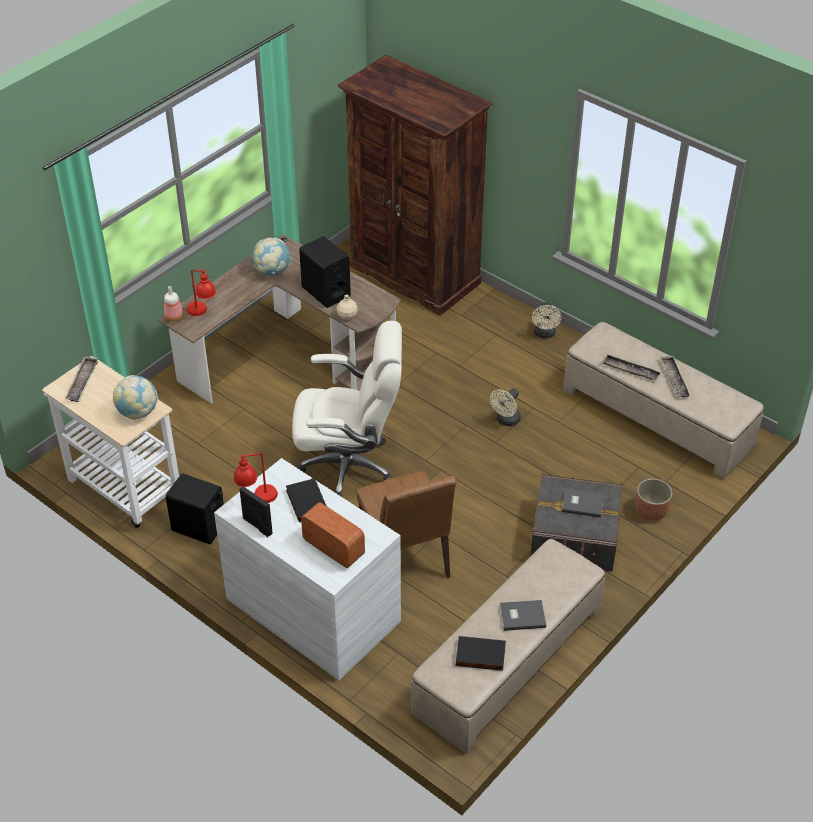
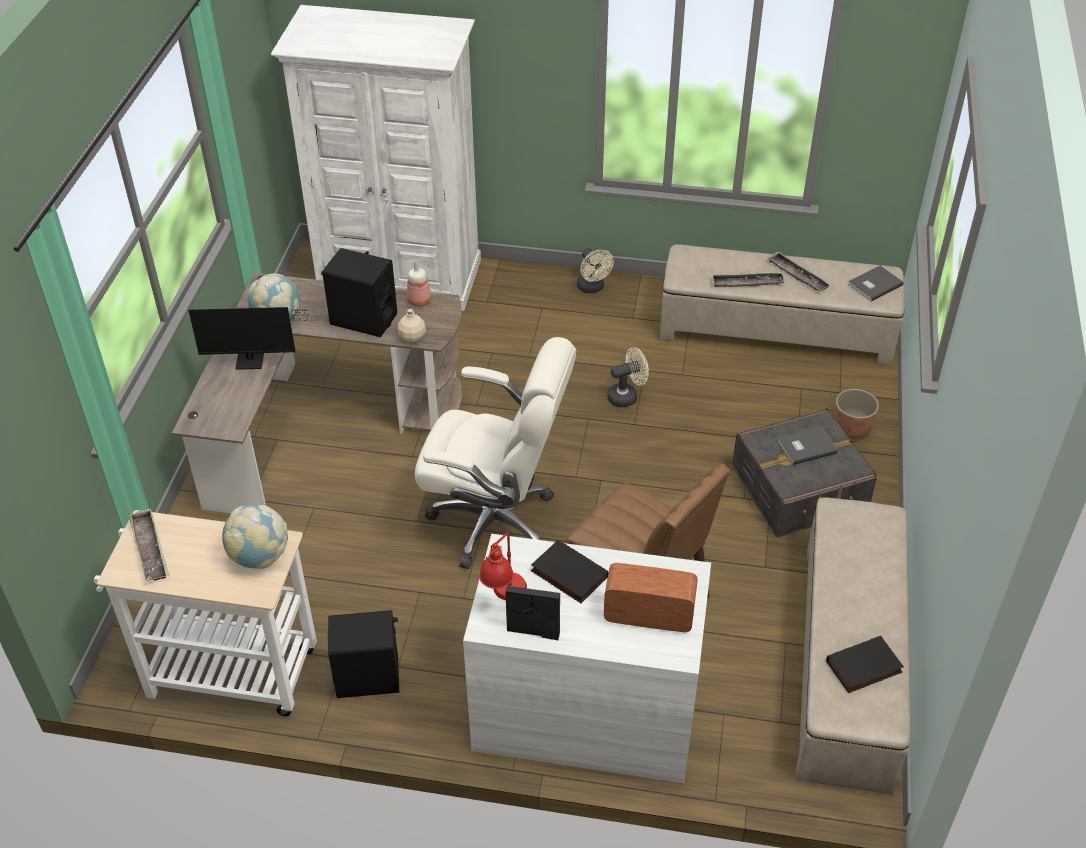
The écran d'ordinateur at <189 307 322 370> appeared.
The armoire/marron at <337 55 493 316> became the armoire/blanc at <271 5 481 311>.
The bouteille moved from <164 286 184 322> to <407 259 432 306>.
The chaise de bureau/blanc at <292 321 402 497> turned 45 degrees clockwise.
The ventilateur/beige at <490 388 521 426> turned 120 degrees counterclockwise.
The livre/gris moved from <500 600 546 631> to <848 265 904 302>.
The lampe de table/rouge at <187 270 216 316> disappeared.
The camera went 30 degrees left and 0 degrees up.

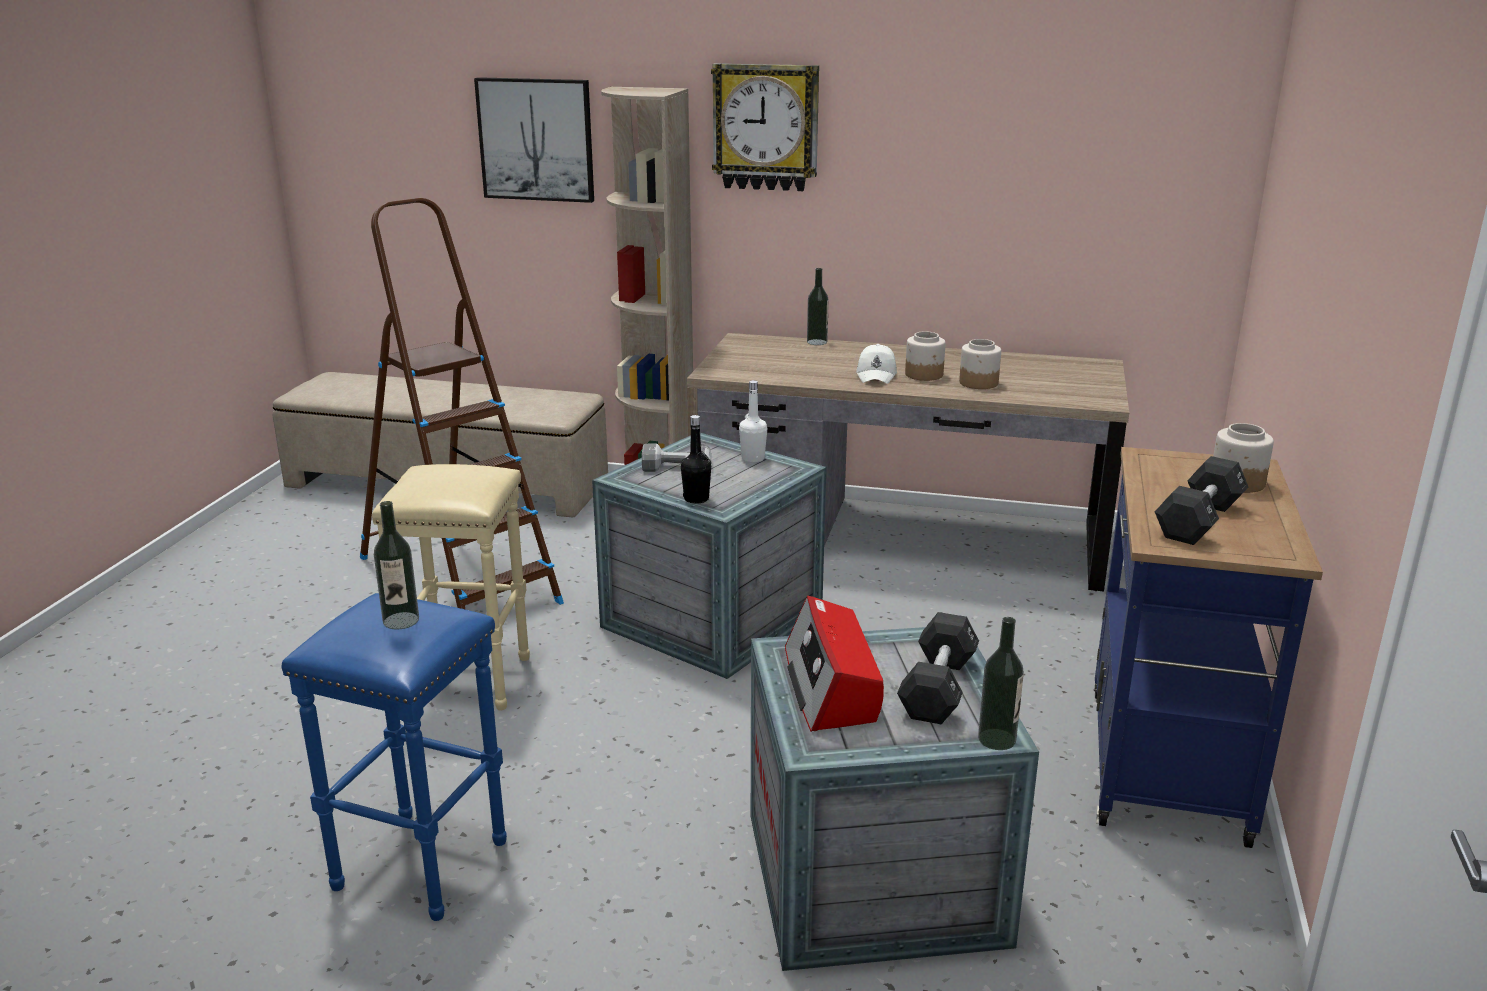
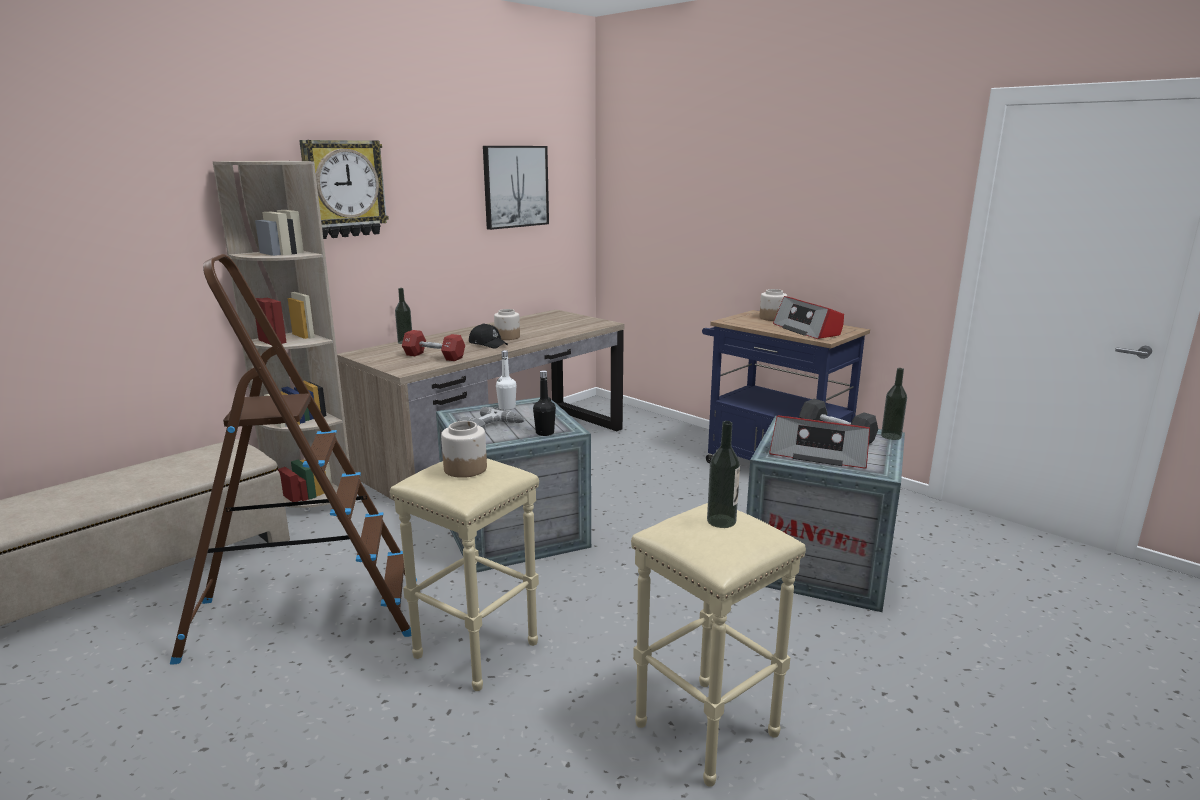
The haltère/rouge at <402 330 465 361> appeared.
The bocal moved from <959 339 1001 389> to <441 421 487 478>.
The casquette/blanc at <856 344 897 384> became the casquette/noir at <469 324 508 349>.
The tableau moved from <474 77 594 203> to <483 146 549 230>.
The tabouret/bleu at <281 593 507 921> became the tabouret/beige at <631 503 806 787>.
The haltère/noir at <1155 456 1248 545> was replaced by the radio at <773 296 844 339>.
The camera went 60 degrees left and 5 degrees down.

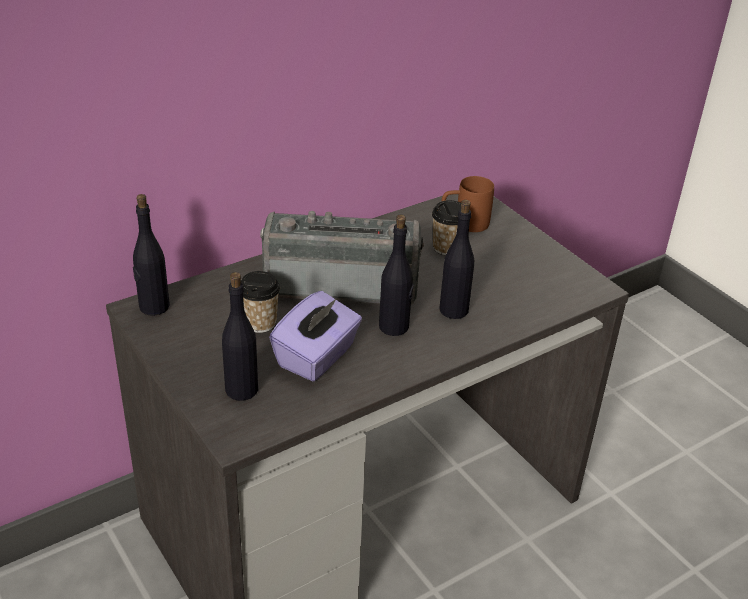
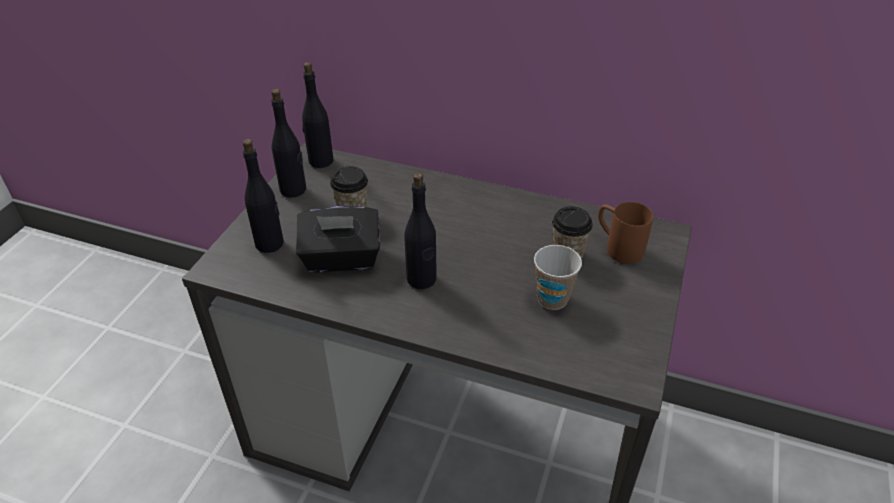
The bouteille/noir moved from <439 200 474 319> to <271 89 306 198>.
The boîte à mouchoirs/violet at <269 291 362 381> became the boîte à mouchoirs/noir at <296 206 380 272>.
The tasse at <534 245 582 310> appeared.
The radio at <260 211 424 304> disappeared.
The camera went 55 degrees right and 5 degrees up.

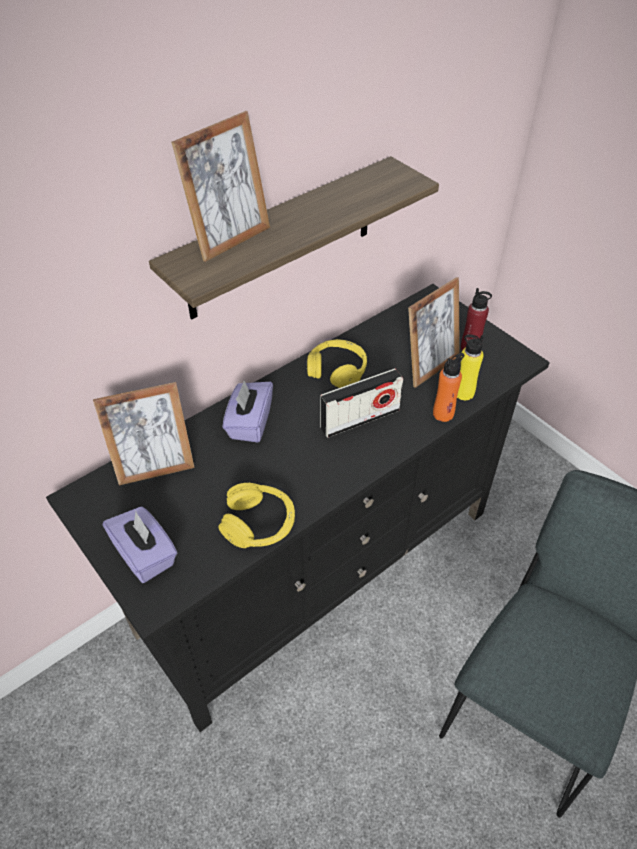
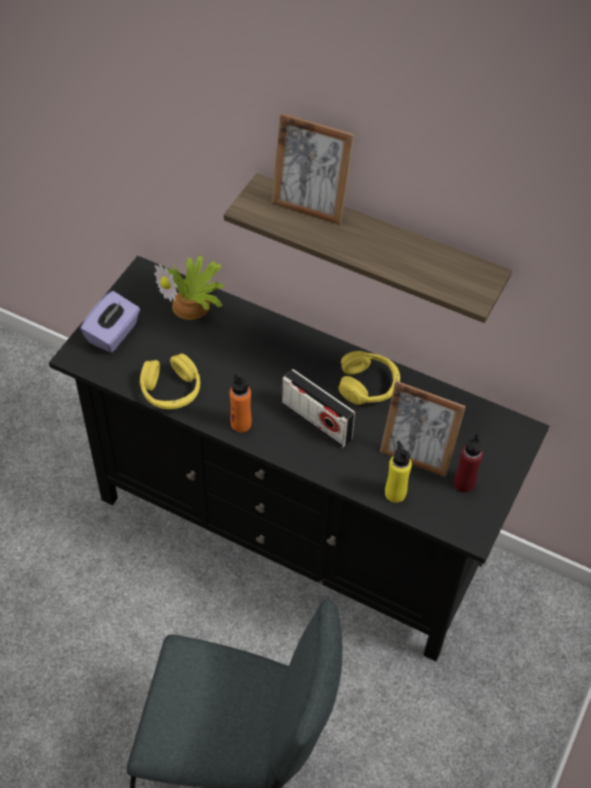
The cadre photo at <93 382 195 485> was replaced by the plante en pot at <154 254 224 320>.
The bouteille/orange moved from <433 353 465 422> to <229 374 252 433>.
The boîte à mouchoirs/violet at <223 380 273 443> disappeared.
The camera went 65 degrees right and 5 degrees up.

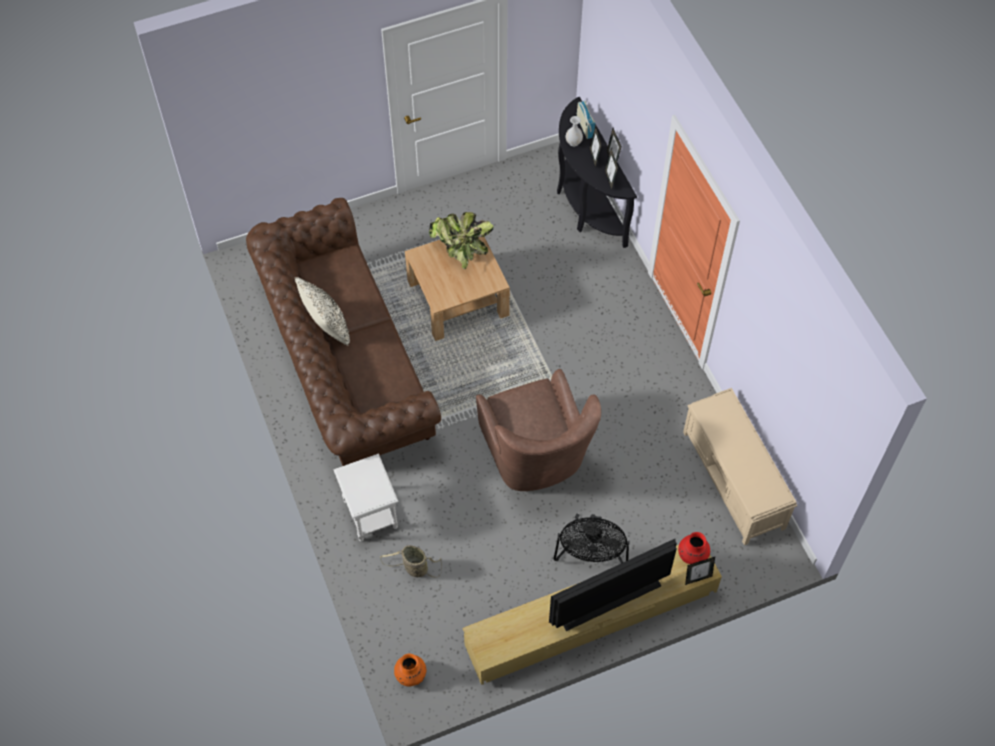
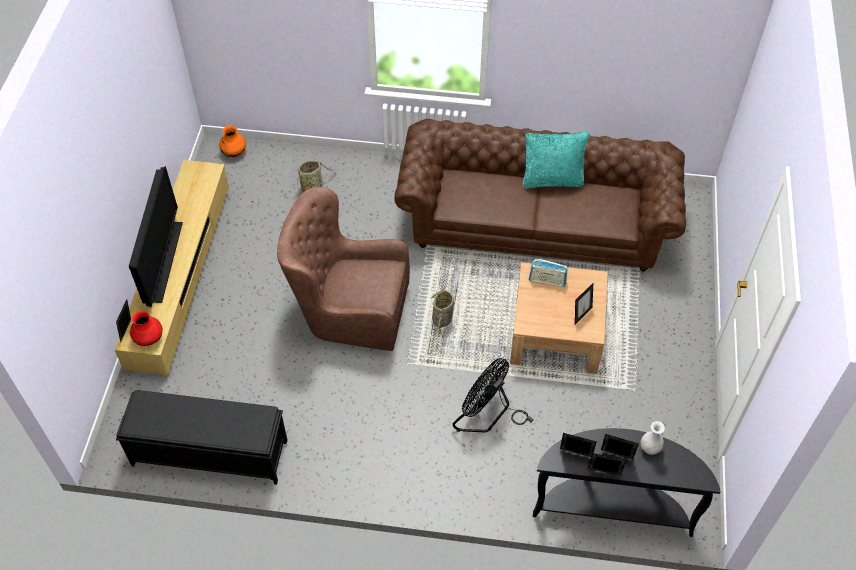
The banc/beige at <683 388 797 545> became the banc/noir at <116 390 287 485>.
The panier at <431 287 454 347> appeared.
The ventilateur/noir moved from <553 513 629 563> to <452 358 534 432>.
The coussin/beige at <295 277 350 346> became the coussin/turquoise at <523 131 589 188>.
The radio moved from <577 101 595 139> to <529 259 568 287>.
The plante en pot at <429 212 494 270> was replaced by the cadre photo at <575 283 593 324>.
The table d'appoint/blanc at <333 453 399 542> disappeared.
The camera went 120 degrees right and 5 degrees down.

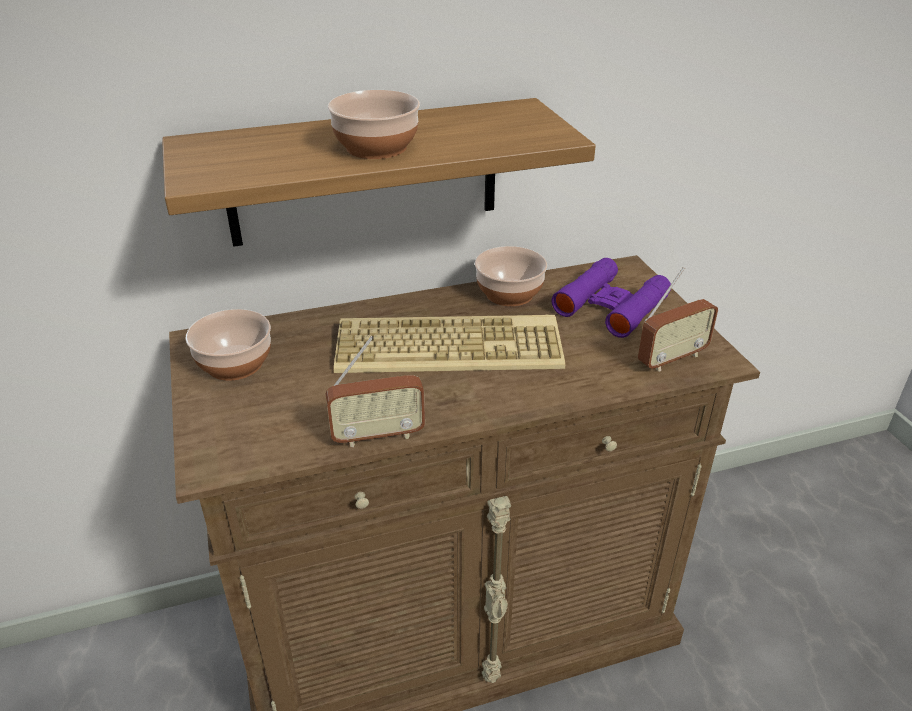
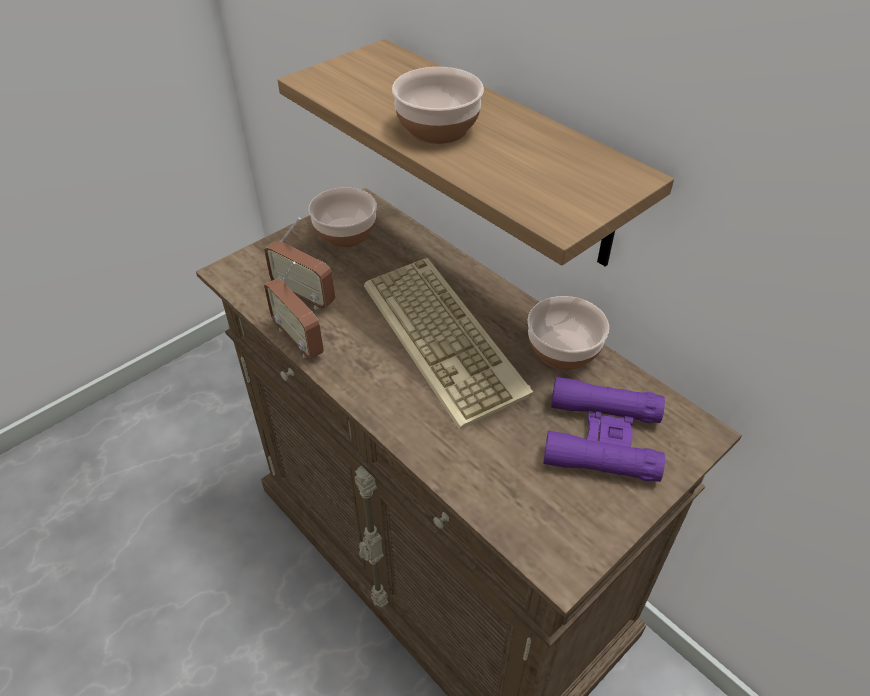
The radio moved from <638 267 718 371> to <264 217 335 310>.
The camera went 65 degrees right and 10 degrees up.

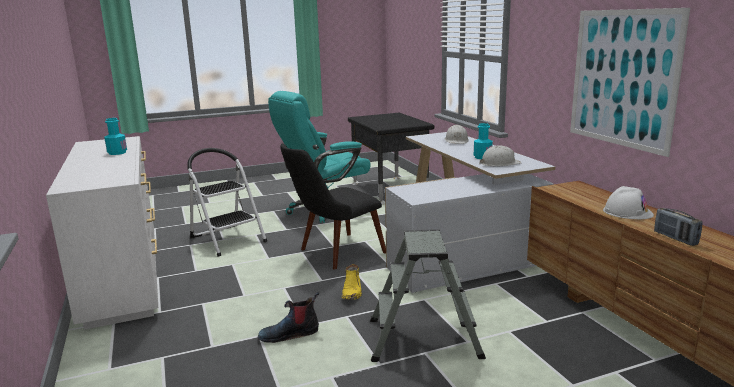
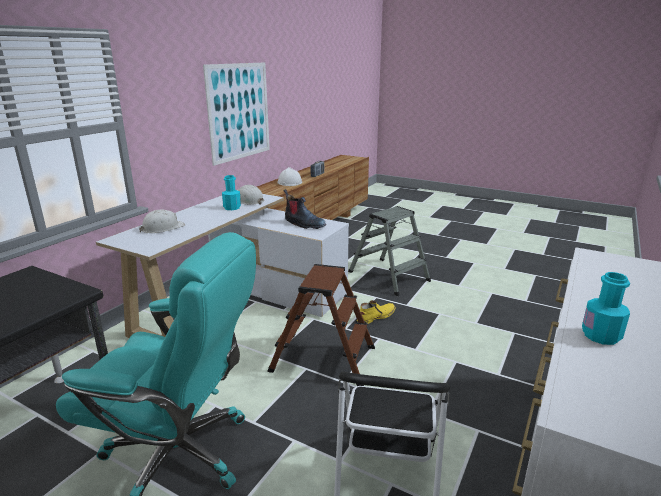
The chaise/noir at <280 143 386 270> was replaced by the escabeau/marron at <267 264 375 386>.
The botte moved from <258 292 319 343> to <283 189 326 229>.
The camera went 130 degrees left and 5 degrees up.

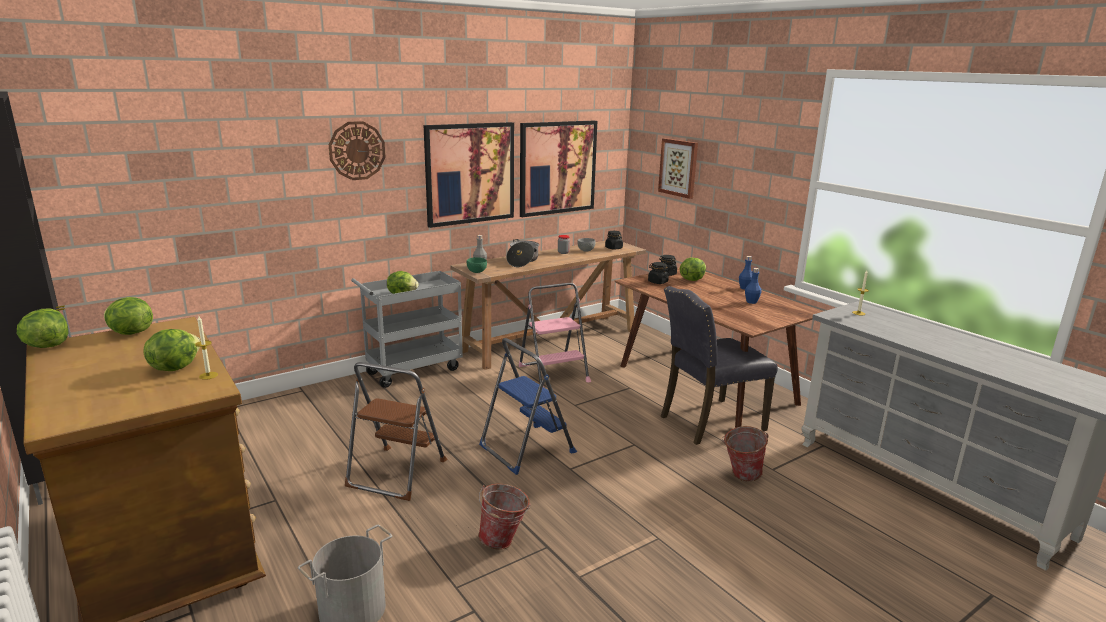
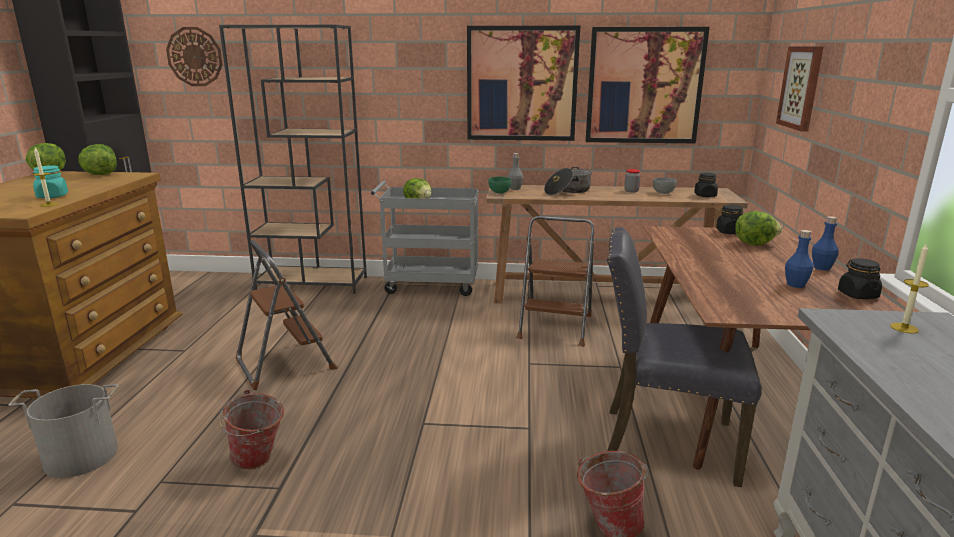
The laitue at <143 329 201 371> was replaced by the bocal/turquoise at <33 166 68 198>.
The horloge murale moved from <329 121 385 180> to <166 27 223 86>.
The bibliothèque at <219 25 367 294> appeared.
The escabeau/rose at <519 283 591 387> became the escabeau/marron at <516 216 594 347>.
The bocal/noir moved from <648 262 669 284> to <838 258 882 299>.
The escabeau/bleu at <479 338 577 475> disappeared.
The camera went 40 degrees right and 0 degrees up.

